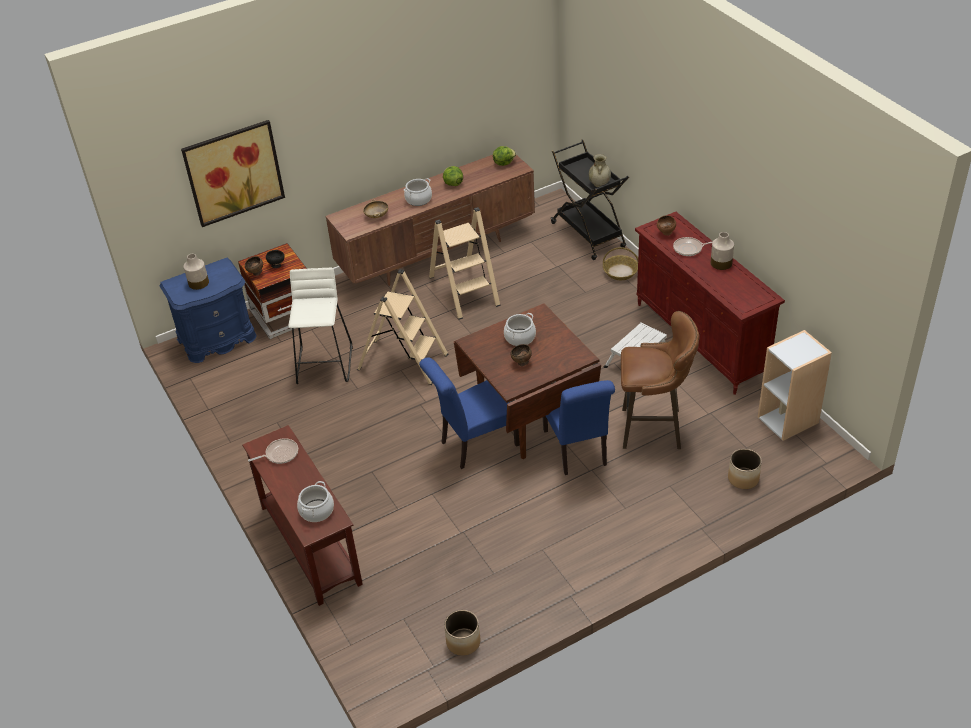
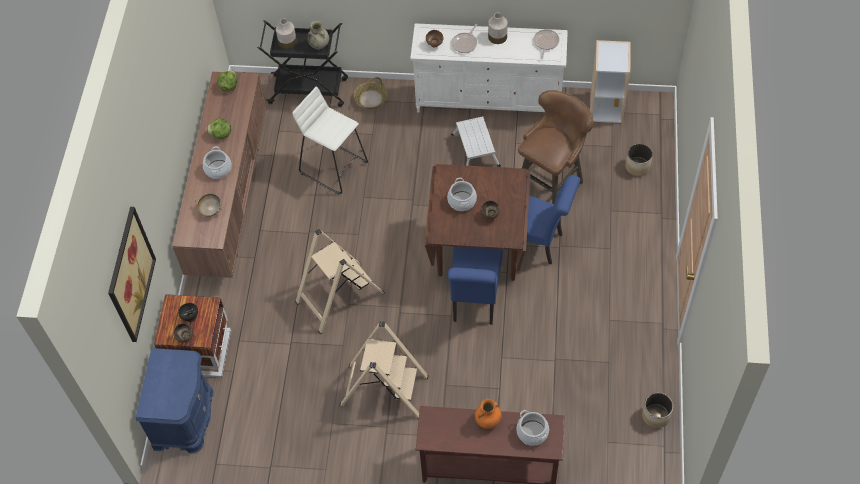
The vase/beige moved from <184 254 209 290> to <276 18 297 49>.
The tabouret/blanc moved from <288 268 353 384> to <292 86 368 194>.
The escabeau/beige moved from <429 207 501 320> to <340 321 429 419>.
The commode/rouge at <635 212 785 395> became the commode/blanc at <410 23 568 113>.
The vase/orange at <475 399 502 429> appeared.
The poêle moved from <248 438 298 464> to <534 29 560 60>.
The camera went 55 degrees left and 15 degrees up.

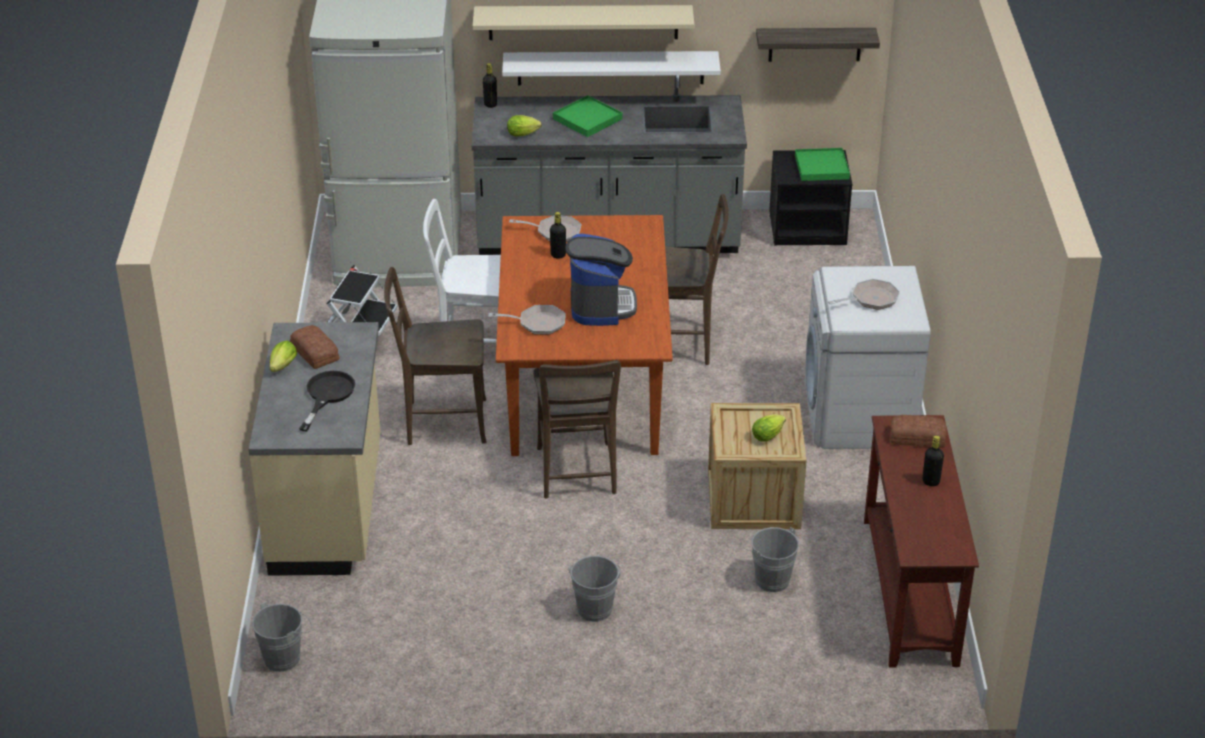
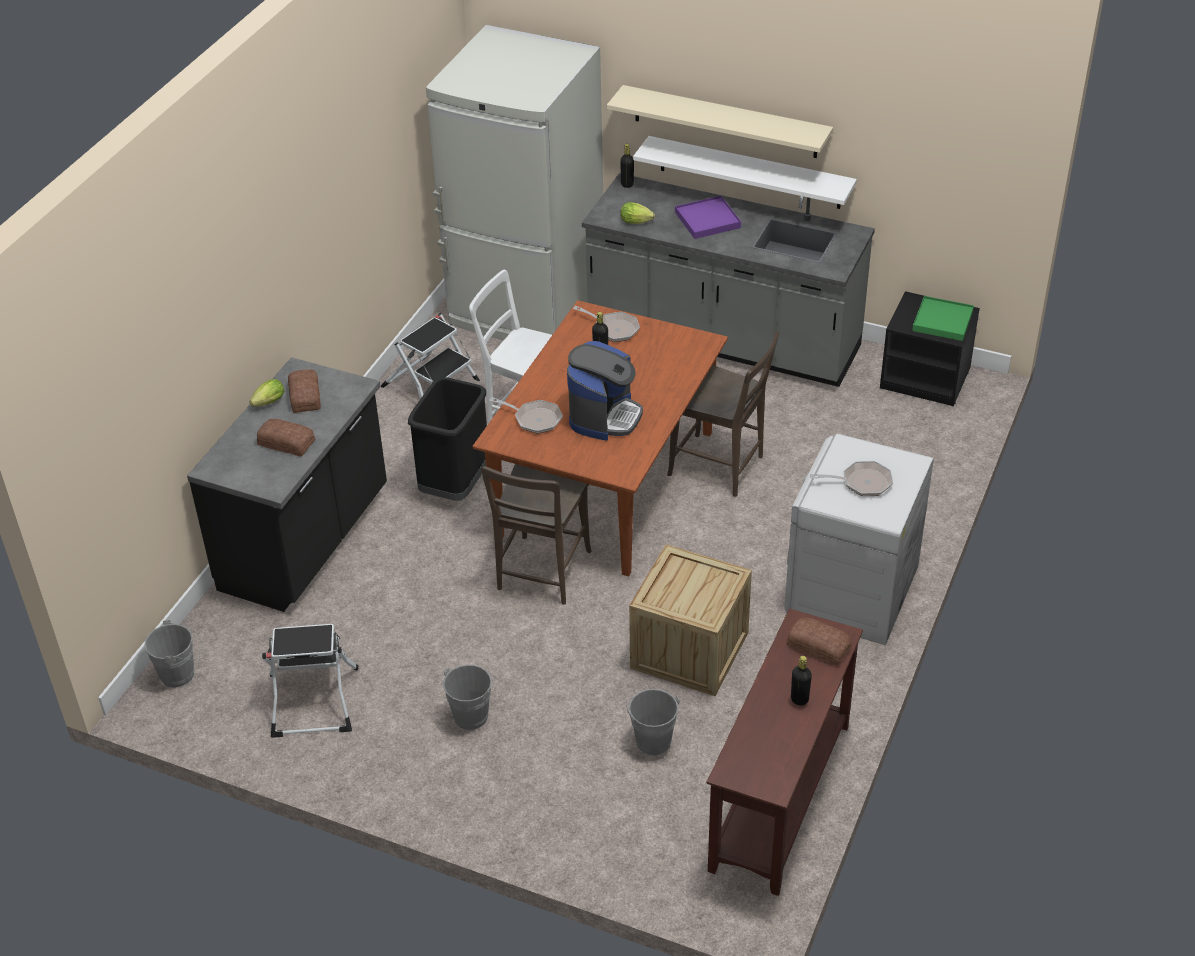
The comptoir de cuisine/beige at <249 322 380 576> became the comptoir de cuisine/noir at <187 357 387 612>.
The poêle/noir at <299 371 355 431> was replaced by the pain at <257 419 315 457>.
The escabeau at <262 624 359 738> appeared.
The chaise/marron at <384 267 486 445> was replaced by the poubelle/noir at <408 377 487 501>.
The plateau/vert at <553 95 623 137> became the plateau/violet at <675 196 741 239>.
The laitue at <752 414 786 442> disappeared.
The étagère at <756 28 880 62> disappeared.
The camera went 25 degrees right and 5 degrees up.

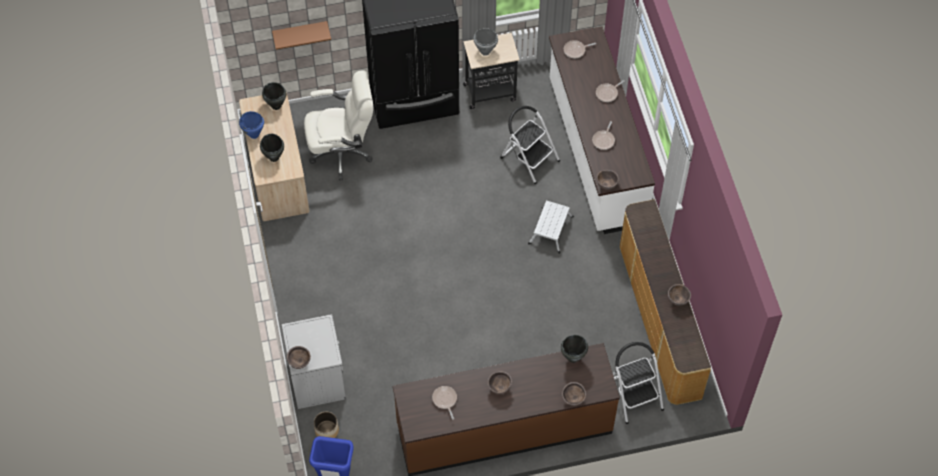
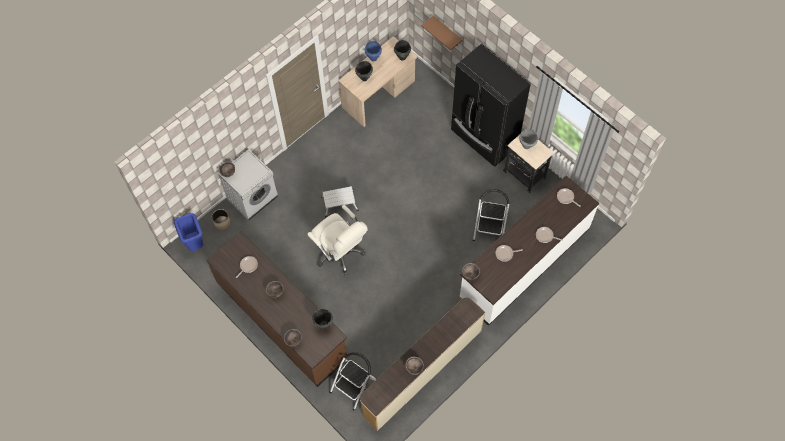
The chaise de bureau/blanc moved from <304 70 373 180> to <307 205 368 275>.
The escabeau/blanc moved from <528 200 574 254> to <321 186 359 218>.
The camera went 60 degrees right and 5 degrees up.

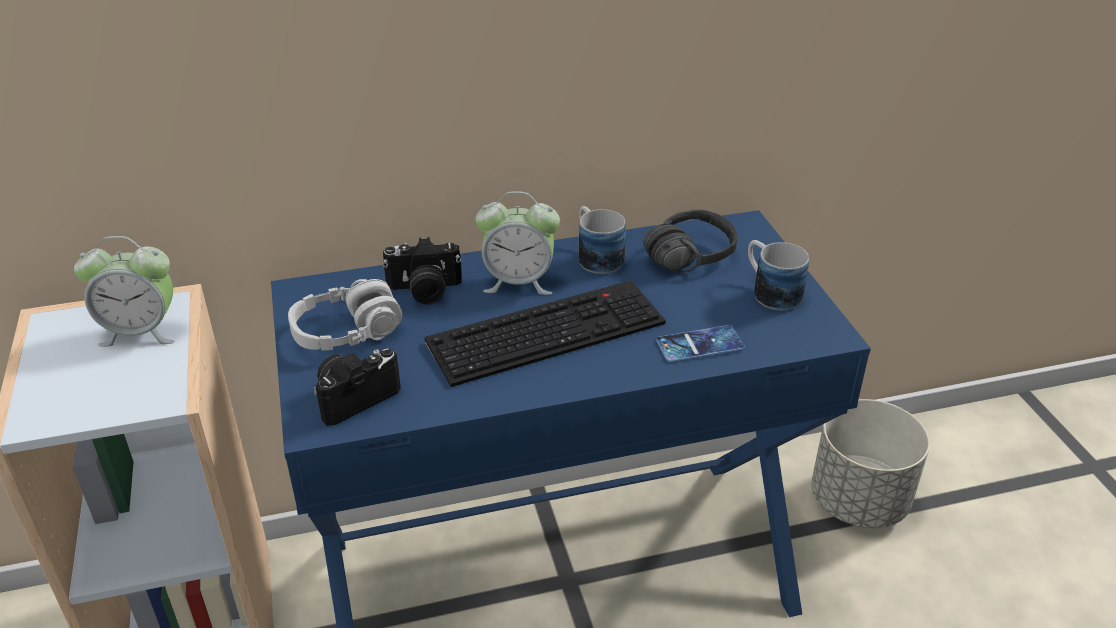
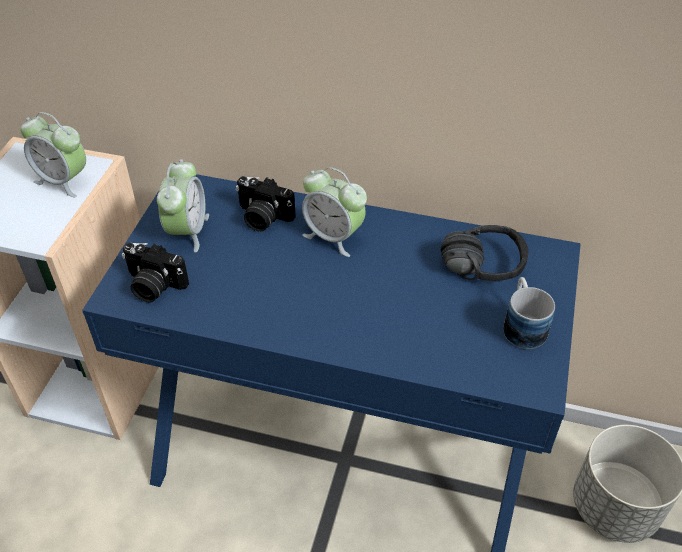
The appareil photo at <314 348 401 426> turned 150 degrees counterclockwise.
The casque audio/gris at <288 279 403 350> was replaced by the réveil at <157 159 209 252>.
The clavier at <425 280 666 387> disappeared.
The mug at <578 206 626 274> disappeared.
The téléphone at <656 325 744 362> disappeared.
The camera went 30 degrees right and 10 degrees up.

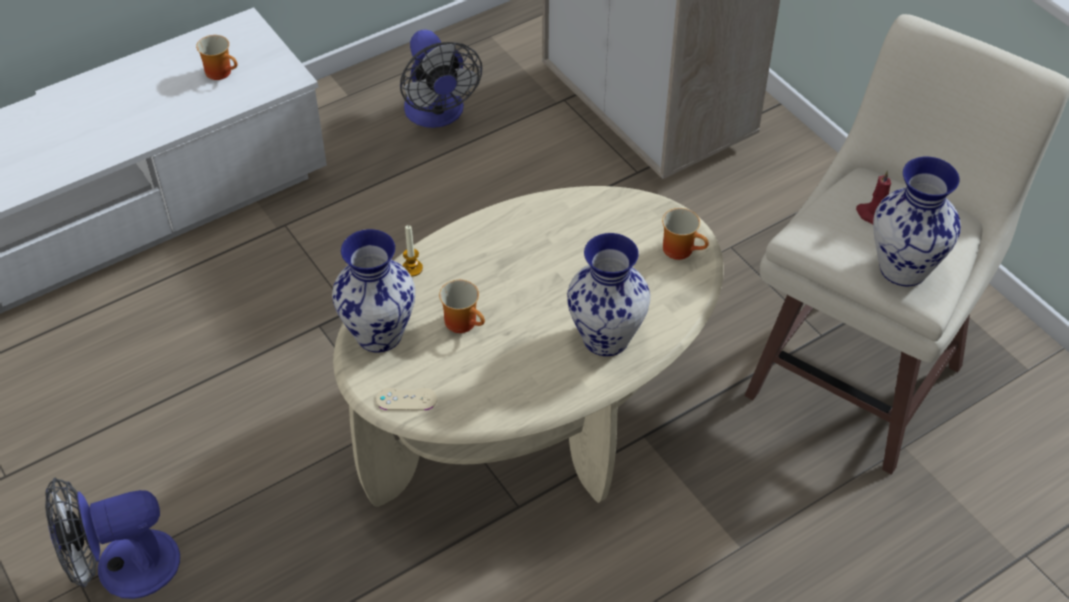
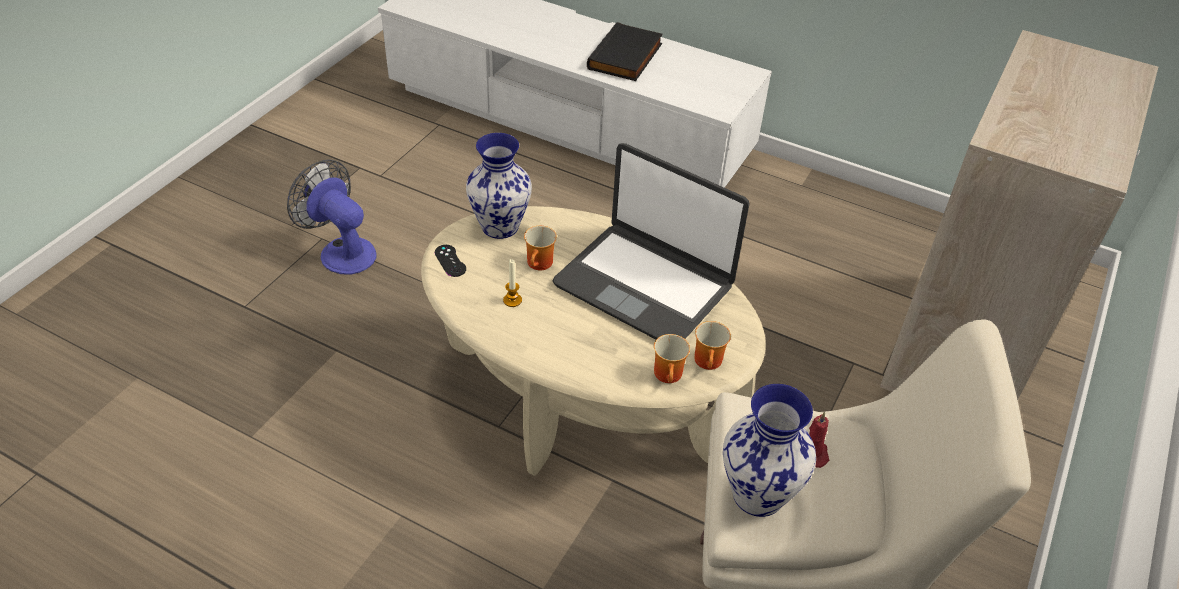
The manette/beige at <376 388 437 410> became the manette/noir at <435 245 466 277>.
The bougie moved from <402 225 423 277> to <503 259 522 307>.
The ordinateur portable at <553 143 749 339> appeared.
The livre/noir at <587 22 663 81> appeared.
The mug moved from <196 35 238 80> to <654 334 690 383>.
The ventilateur at <400 29 482 128> disappeared.
The vase at <567 233 650 356> disappeared.
The camera went 60 degrees right and 5 degrees down.

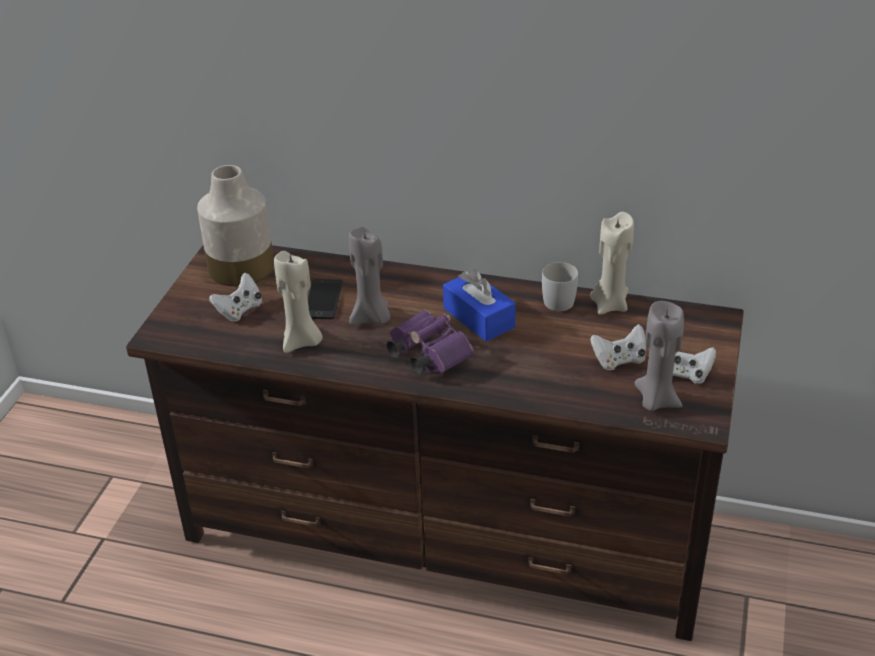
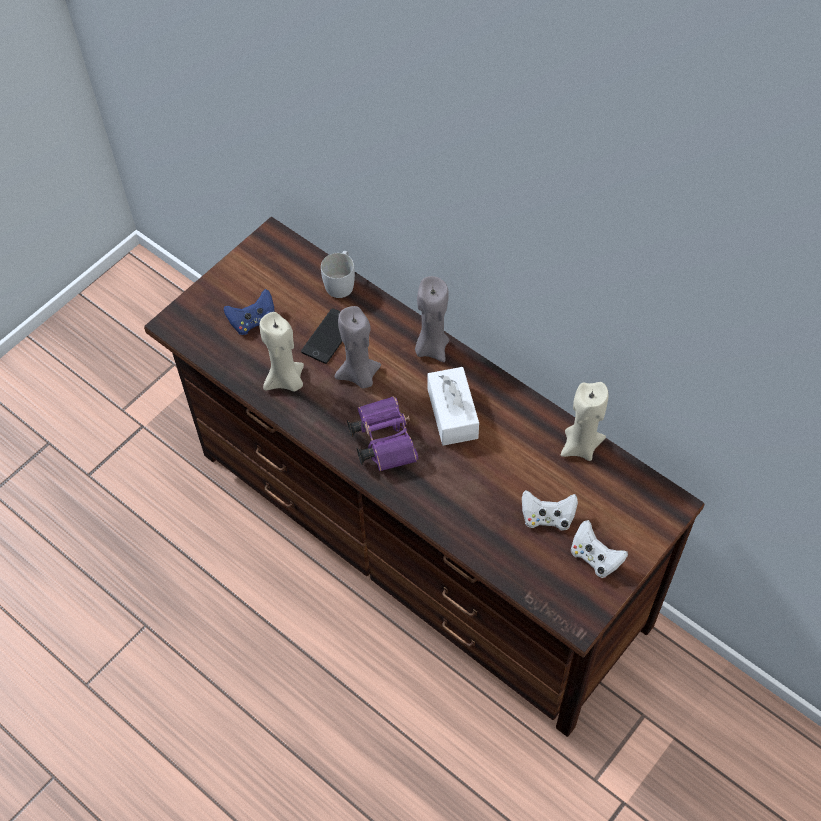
The manette/blanc at <209 273 262 322> became the manette/bleu at <224 289 274 335>.
The mug/blanc moved from <542 262 578 311> to <321 251 355 298>.
The bougie/gris moved from <634 301 684 411> to <415 276 449 362>.
The boîte à mouchoirs/bleu at <443 269 516 342> became the boîte à mouchoirs/blanc at <427 367 479 446>.
The vase/beige at <197 165 274 286> disappeared.
The camera went 25 degrees right and 20 degrees up.

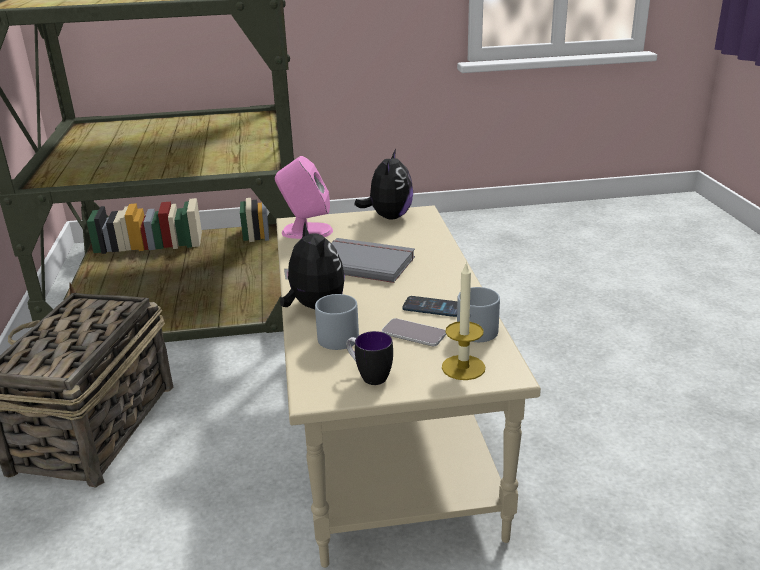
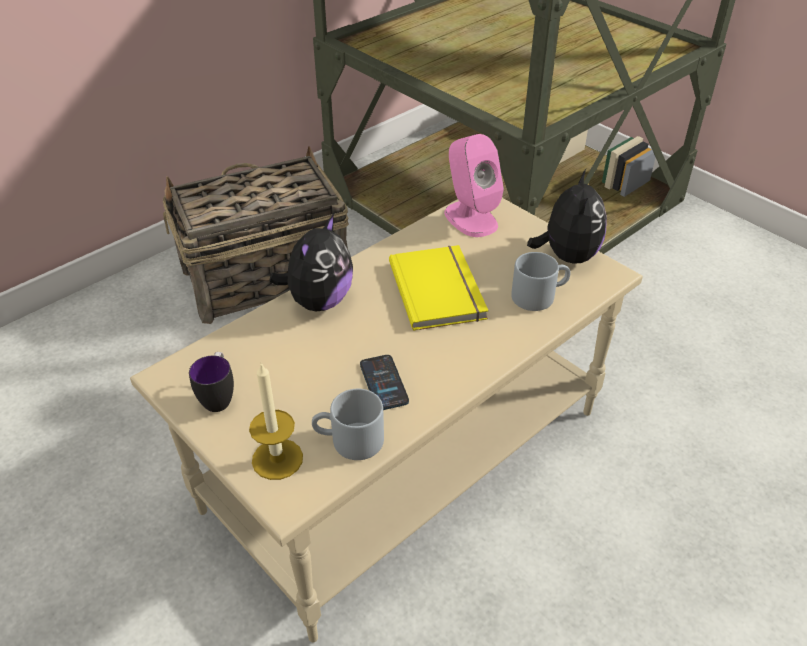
The livre/gris at <332 238 415 283> became the livre/jaune at <389 245 489 331>.
The mug/gris moved from <315 294 359 350> to <511 252 571 311>.
The peluche at <354 149 413 220> turned 60 degrees counterclockwise.
The téléphone at <382 318 446 346> disappeared.
The camera went 55 degrees right and 15 degrees up.

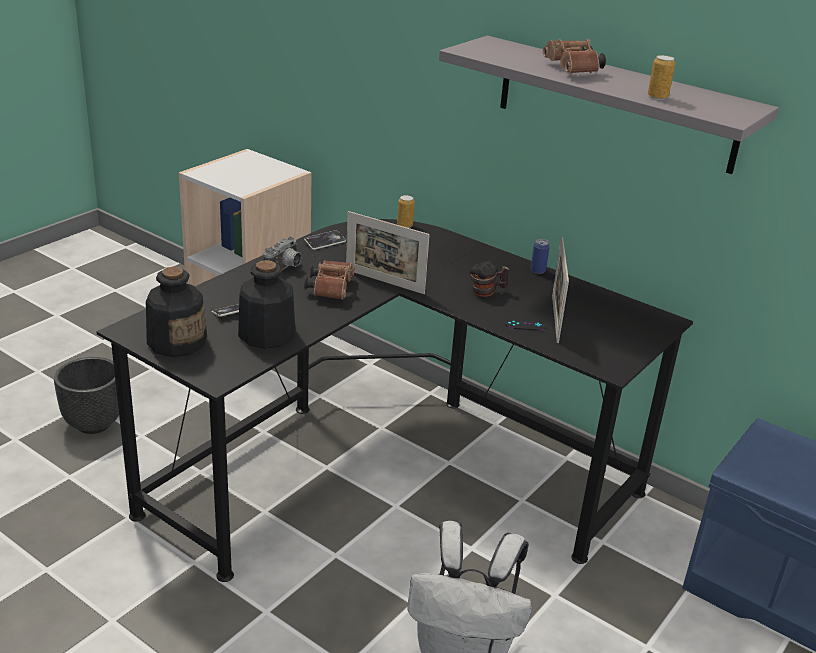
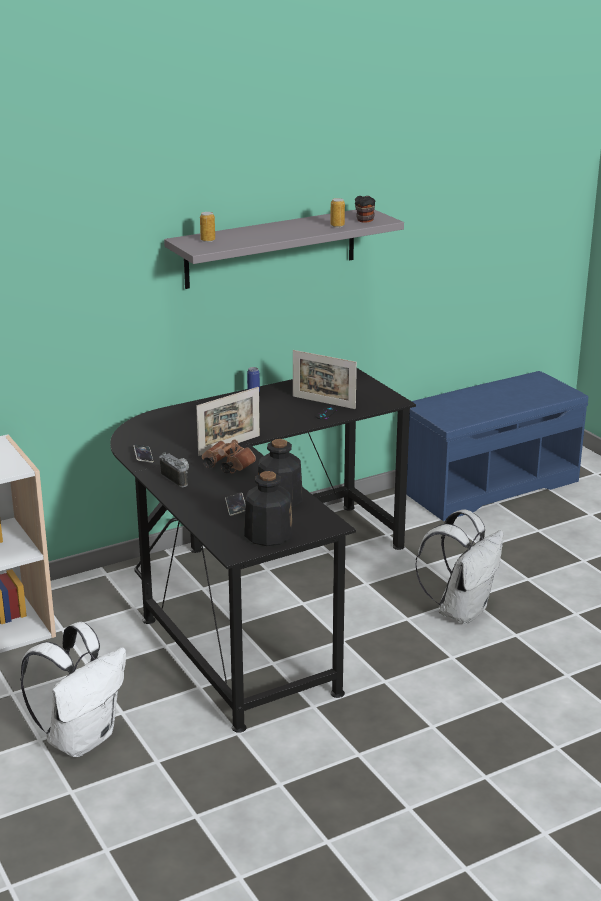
The cache-pot/noir at <54 357 119 434> was replaced by the sac à dos/blanc at <20 622 126 757>.
The boîte métallique moved from <397 195 415 228> to <200 212 215 242>.
The mug moved from <470 261 510 297> to <355 196 375 223>.
The jumelles/marron at <543 38 606 73> disappeared.
The camera went 65 degrees left and 5 degrees down.

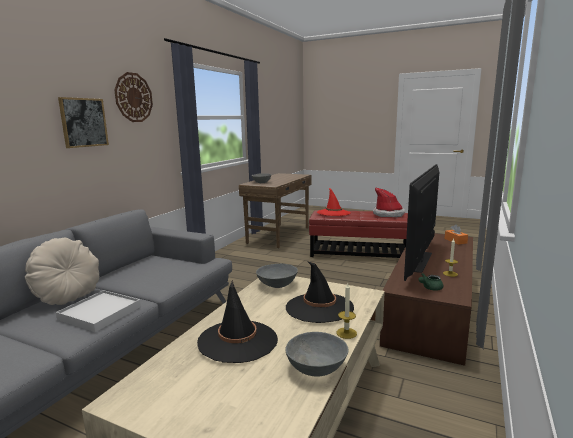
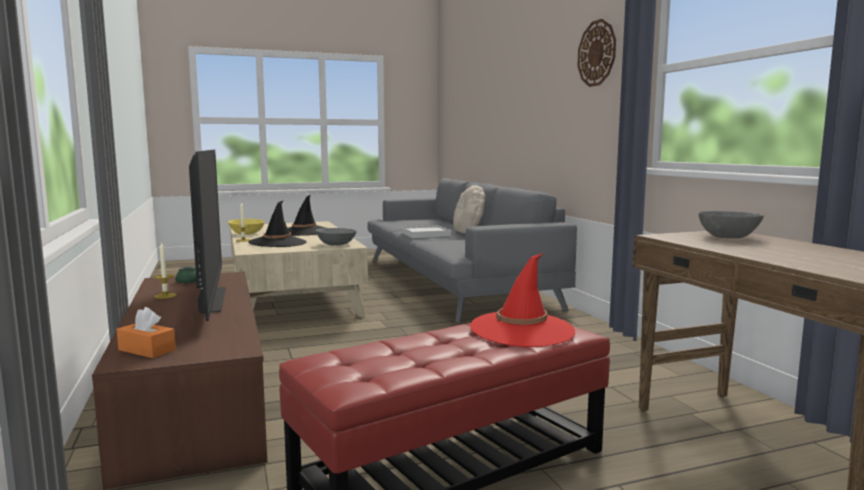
The bol/gris at <285 332 349 377> became the bol/jaune at <228 219 265 235>.
The tableau at <58 97 109 148> disappeared.
The chapeau at <373 187 406 217> disappeared.
The camera went 135 degrees right and 5 degrees down.

